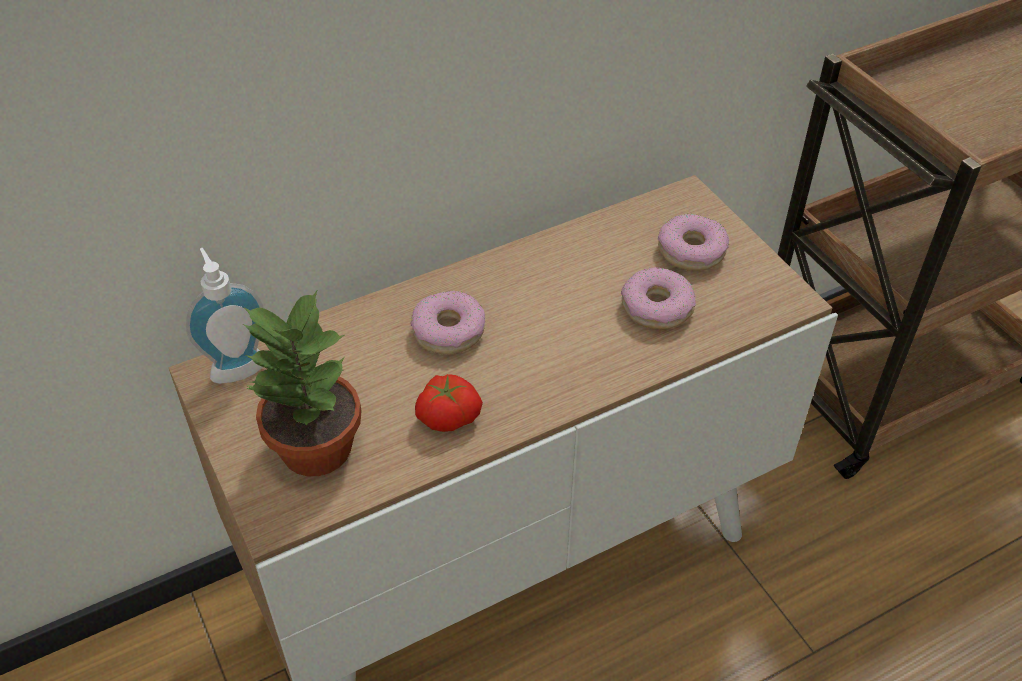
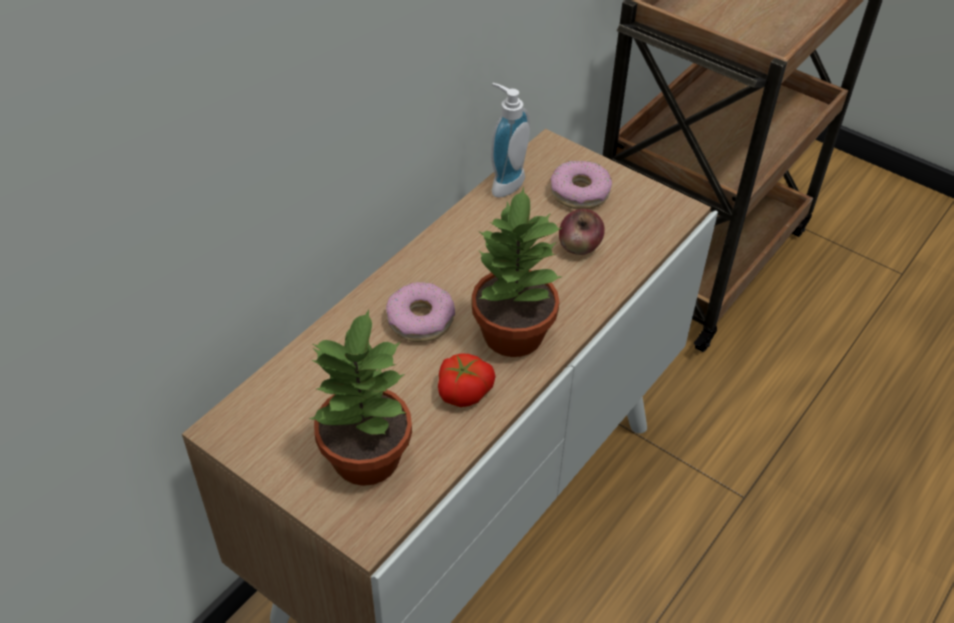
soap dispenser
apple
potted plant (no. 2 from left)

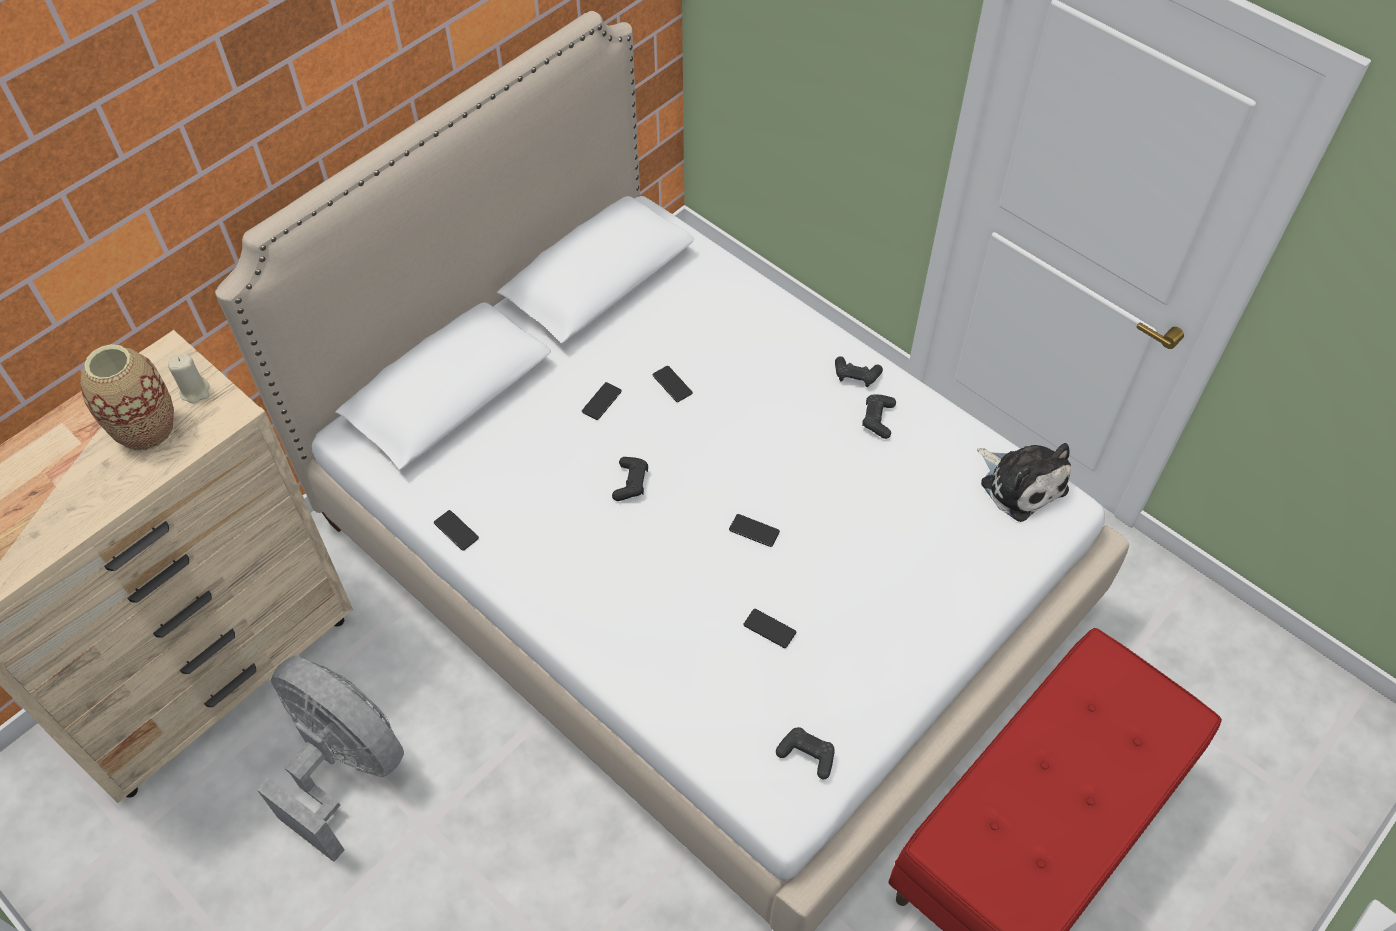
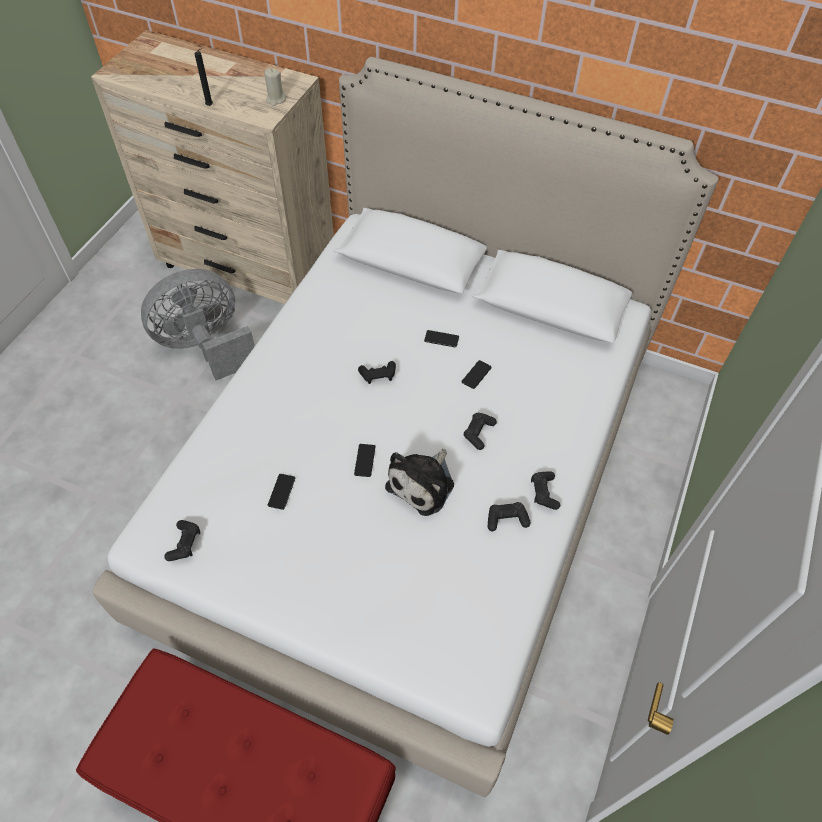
vase
plush toy
phone (no. 1 from left in the first image)
grey fan
black candle
black game controller (no. 3 from left)

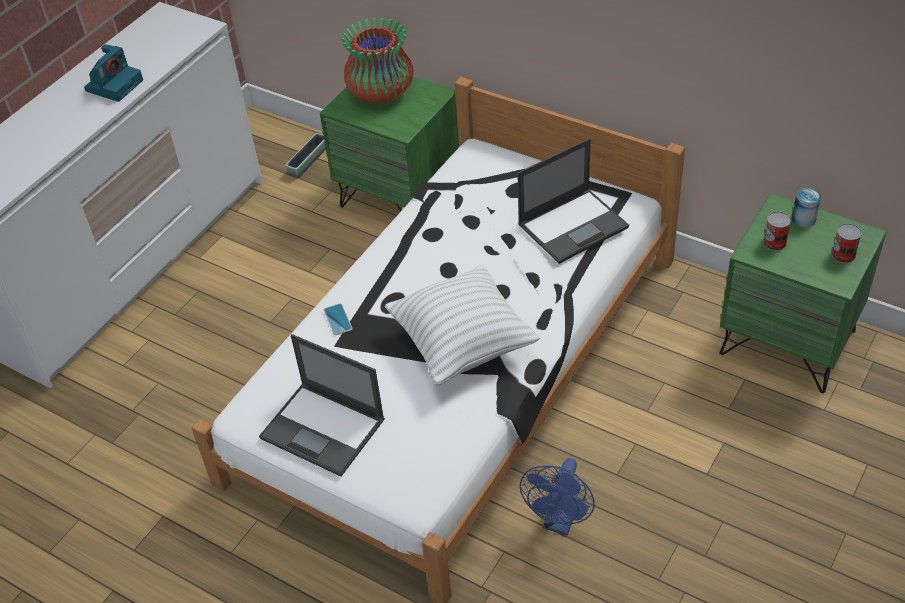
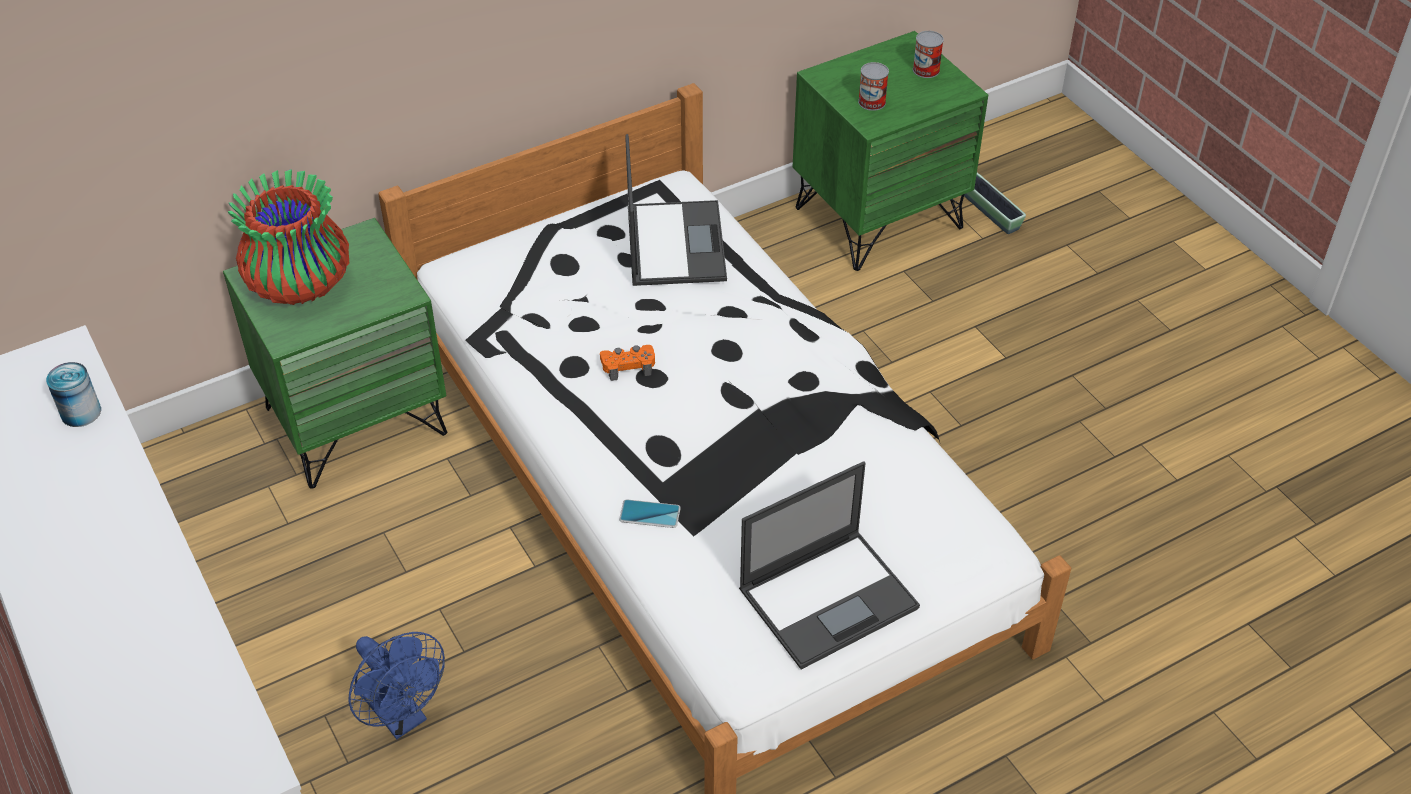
photo camera
planter
can (no. 1 from left)
white pillow
blue fan
orange game controller

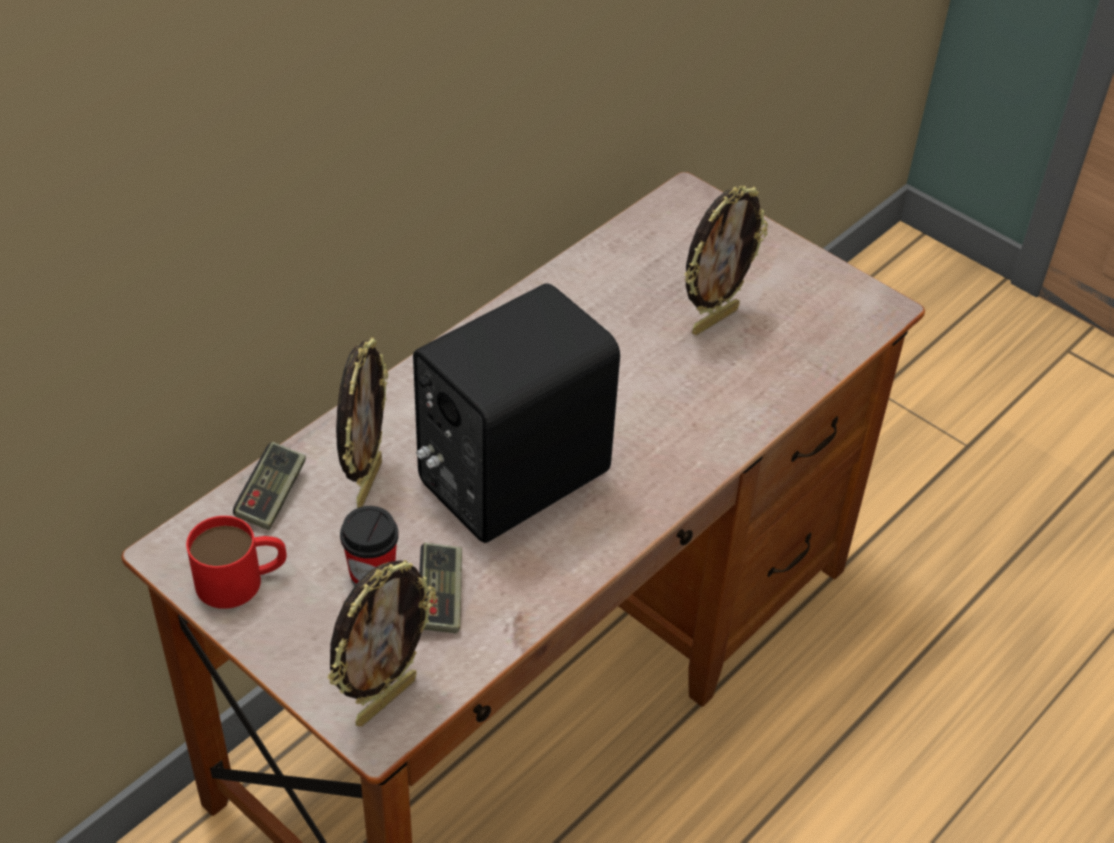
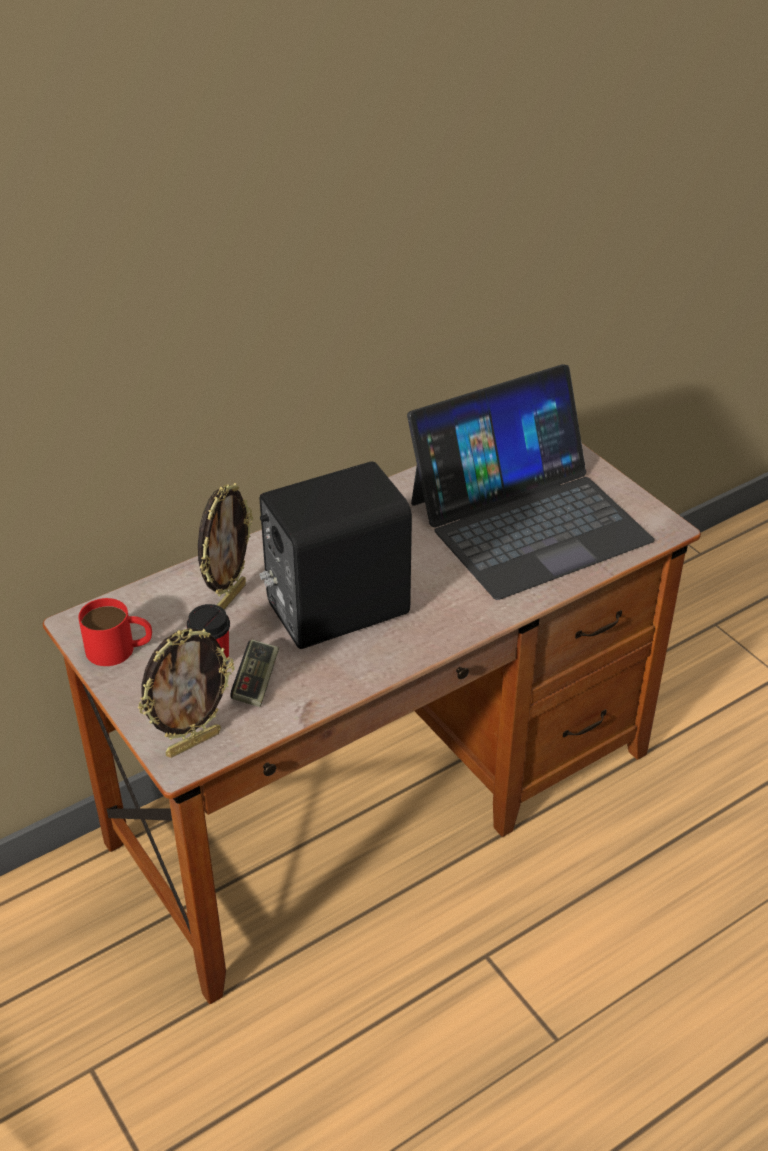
laptop
game controller (no. 1 from left in the first image)

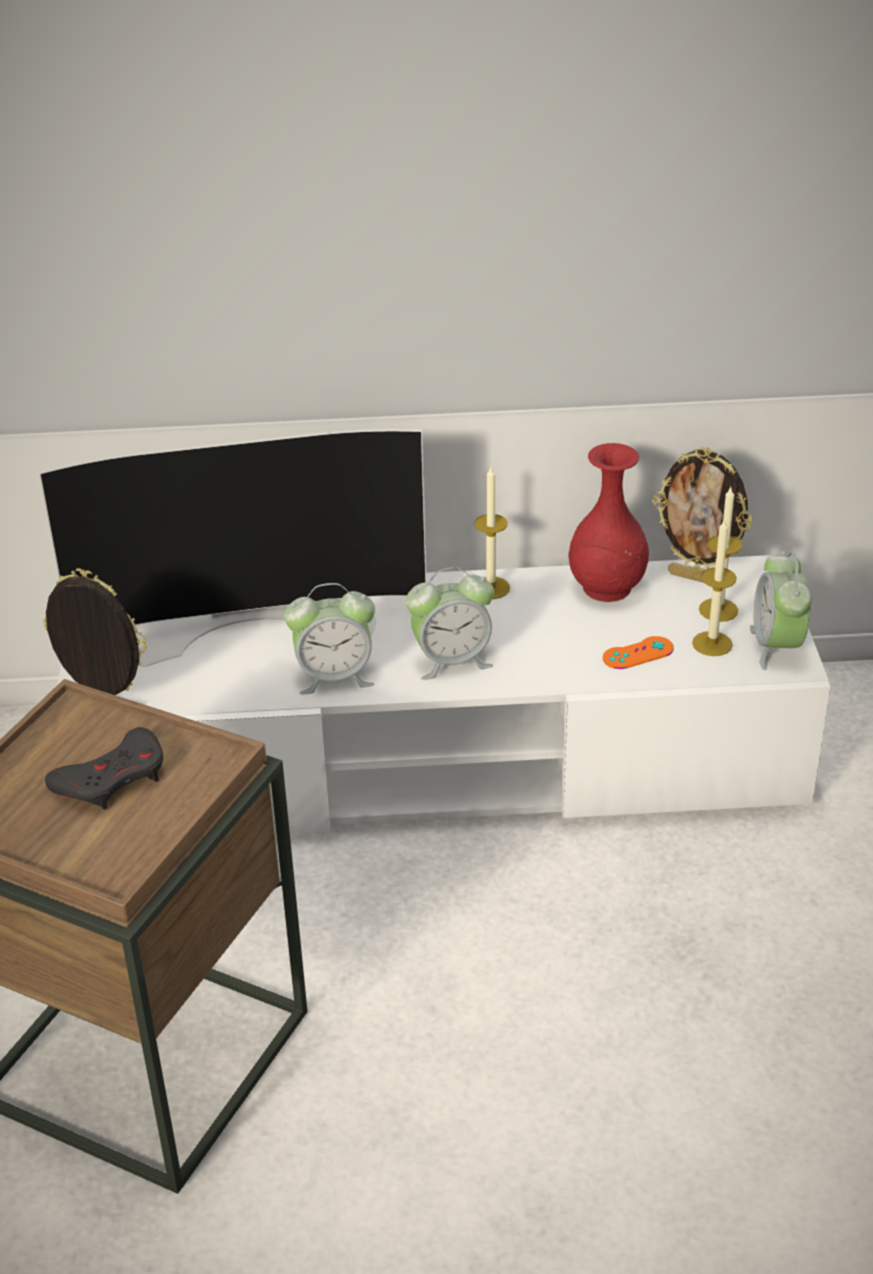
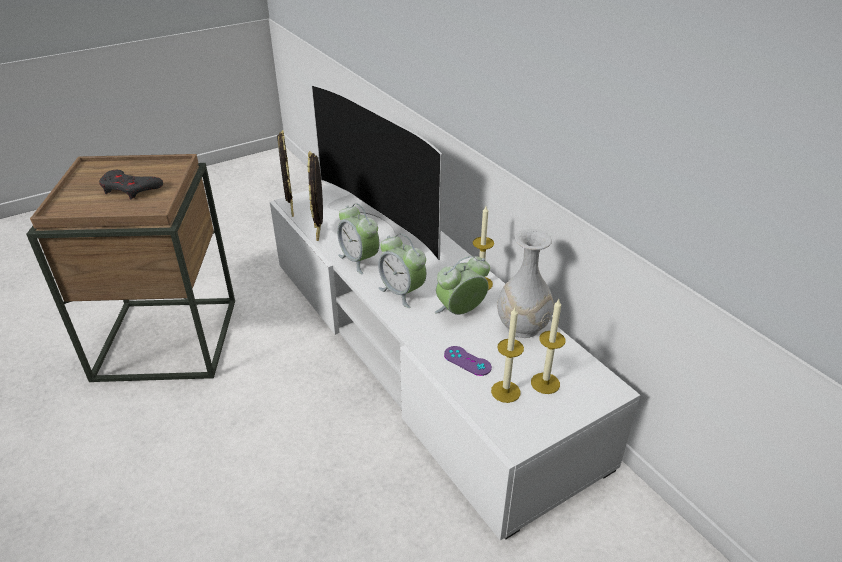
white vase
picture frame (no. 2 from left)
alarm clock (no. 3 from left)
purple game controller

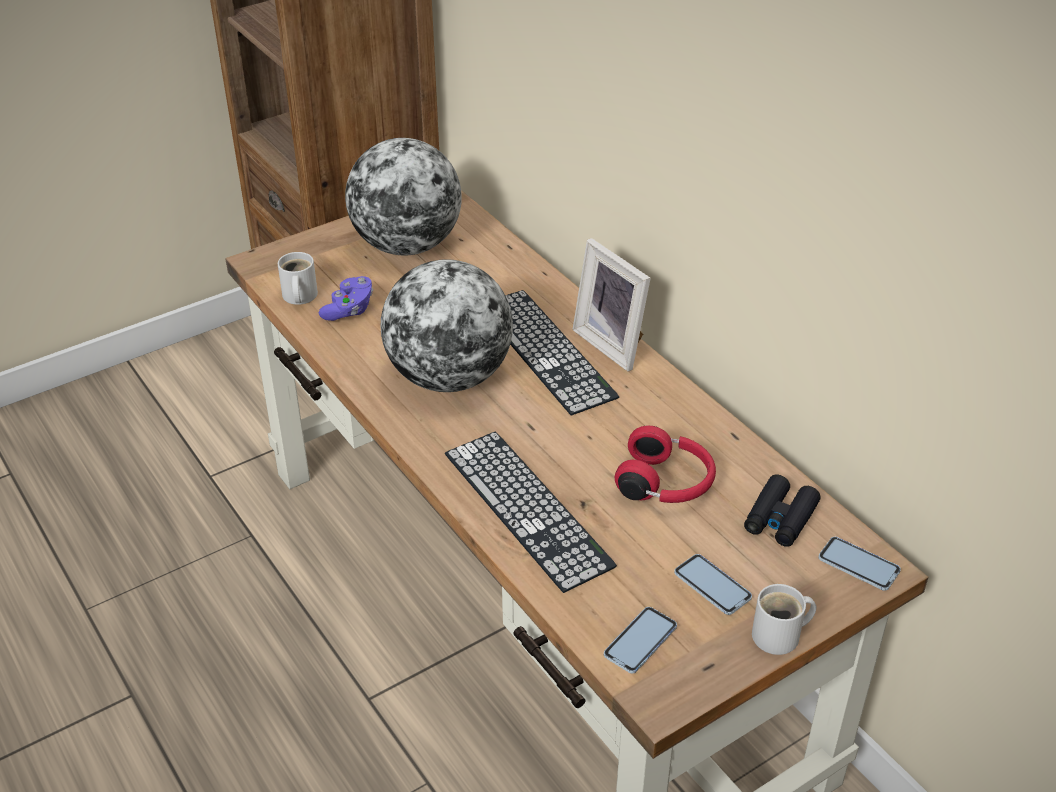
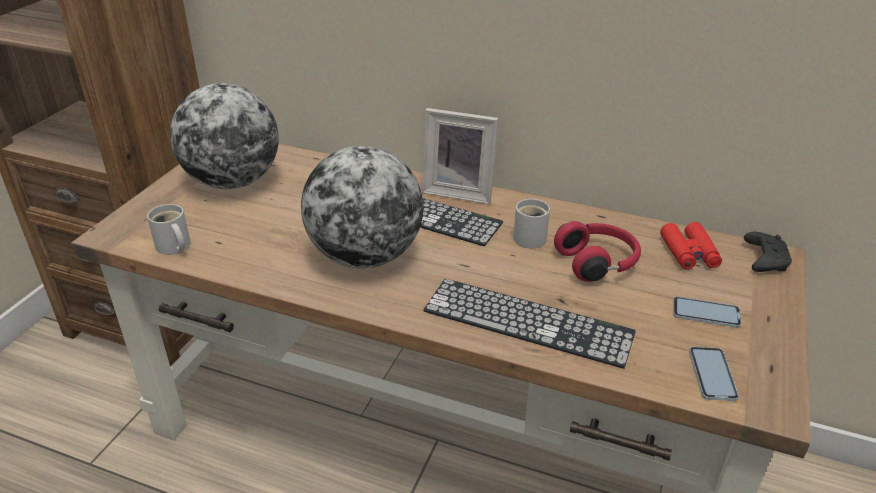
purple game controller
red binoculars
black game controller
white mug (no. 2 from left)

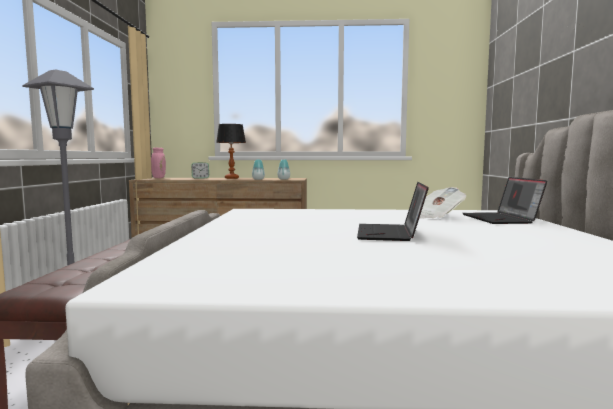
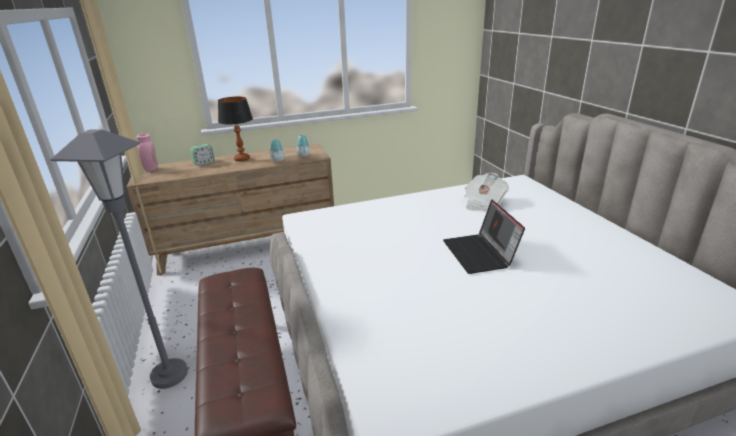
laptop (no. 2 from left in the first image)

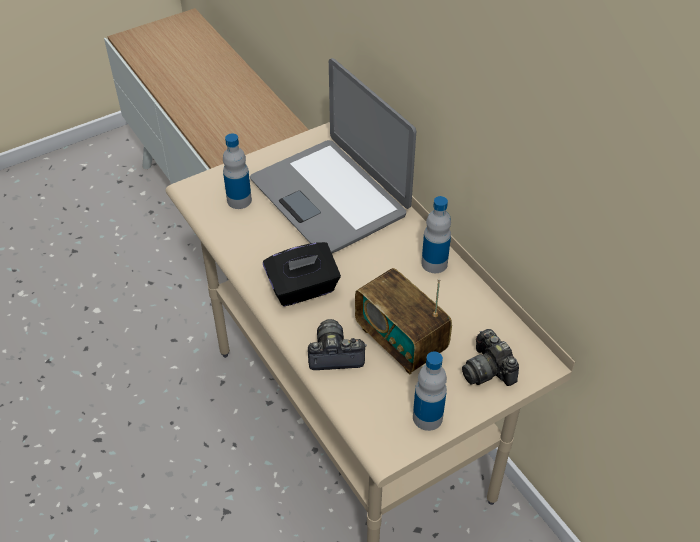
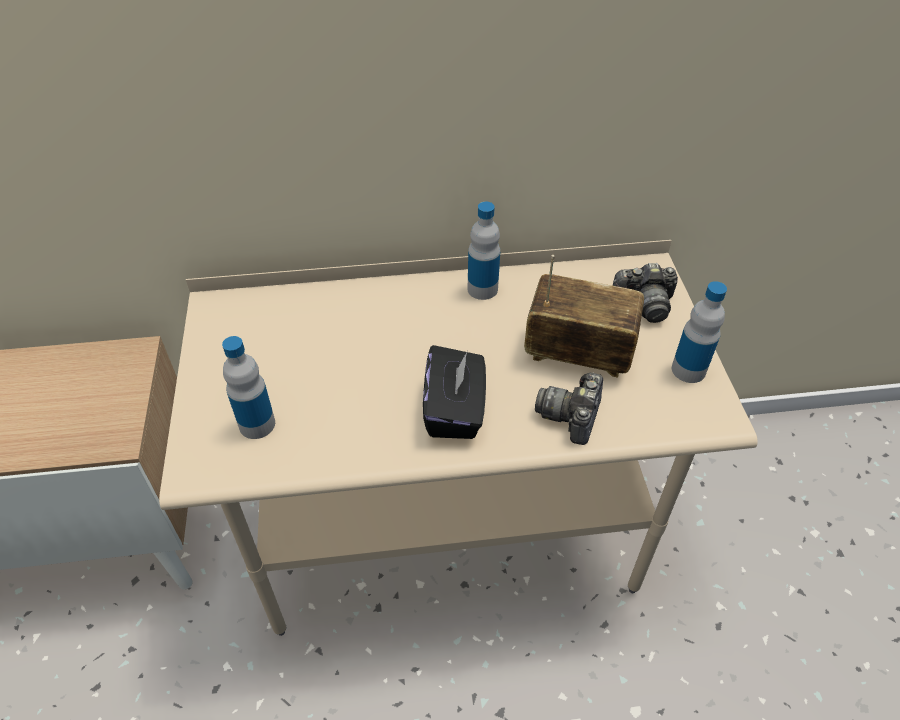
laptop
radio

